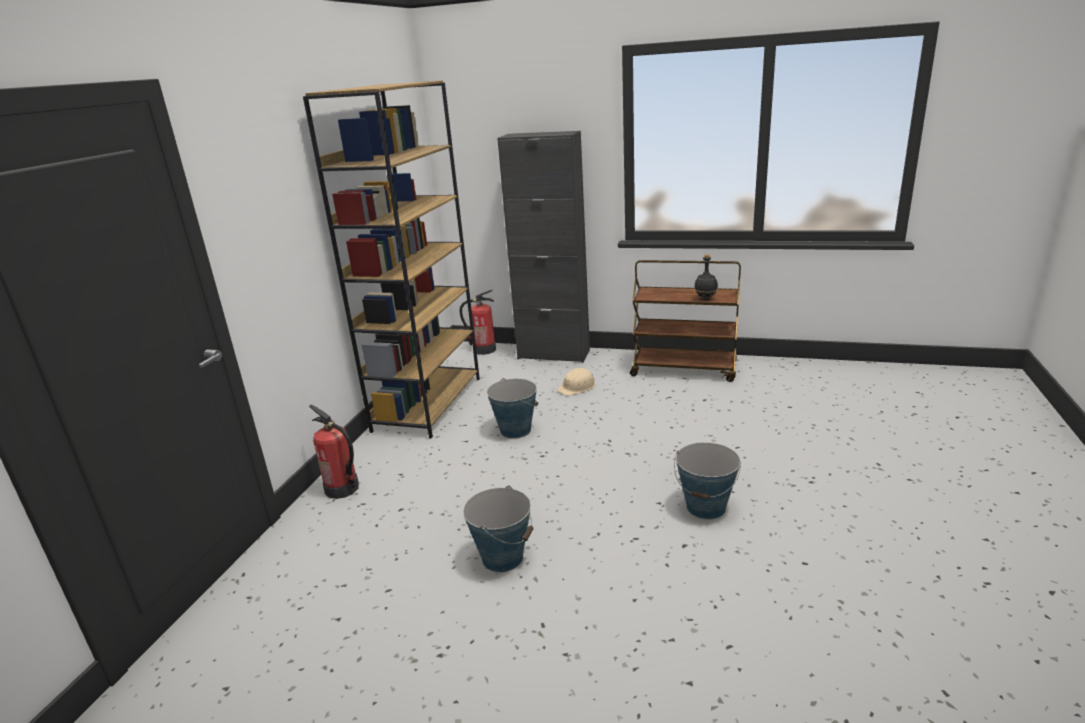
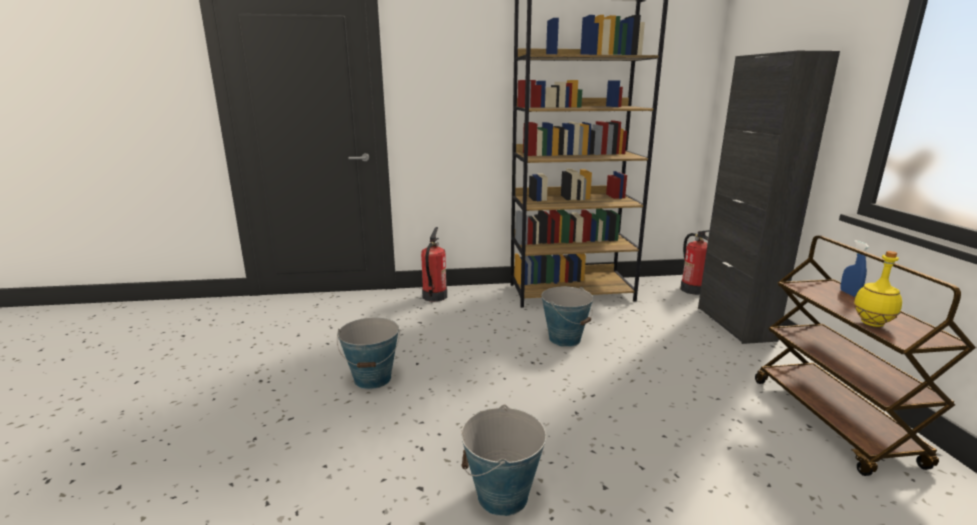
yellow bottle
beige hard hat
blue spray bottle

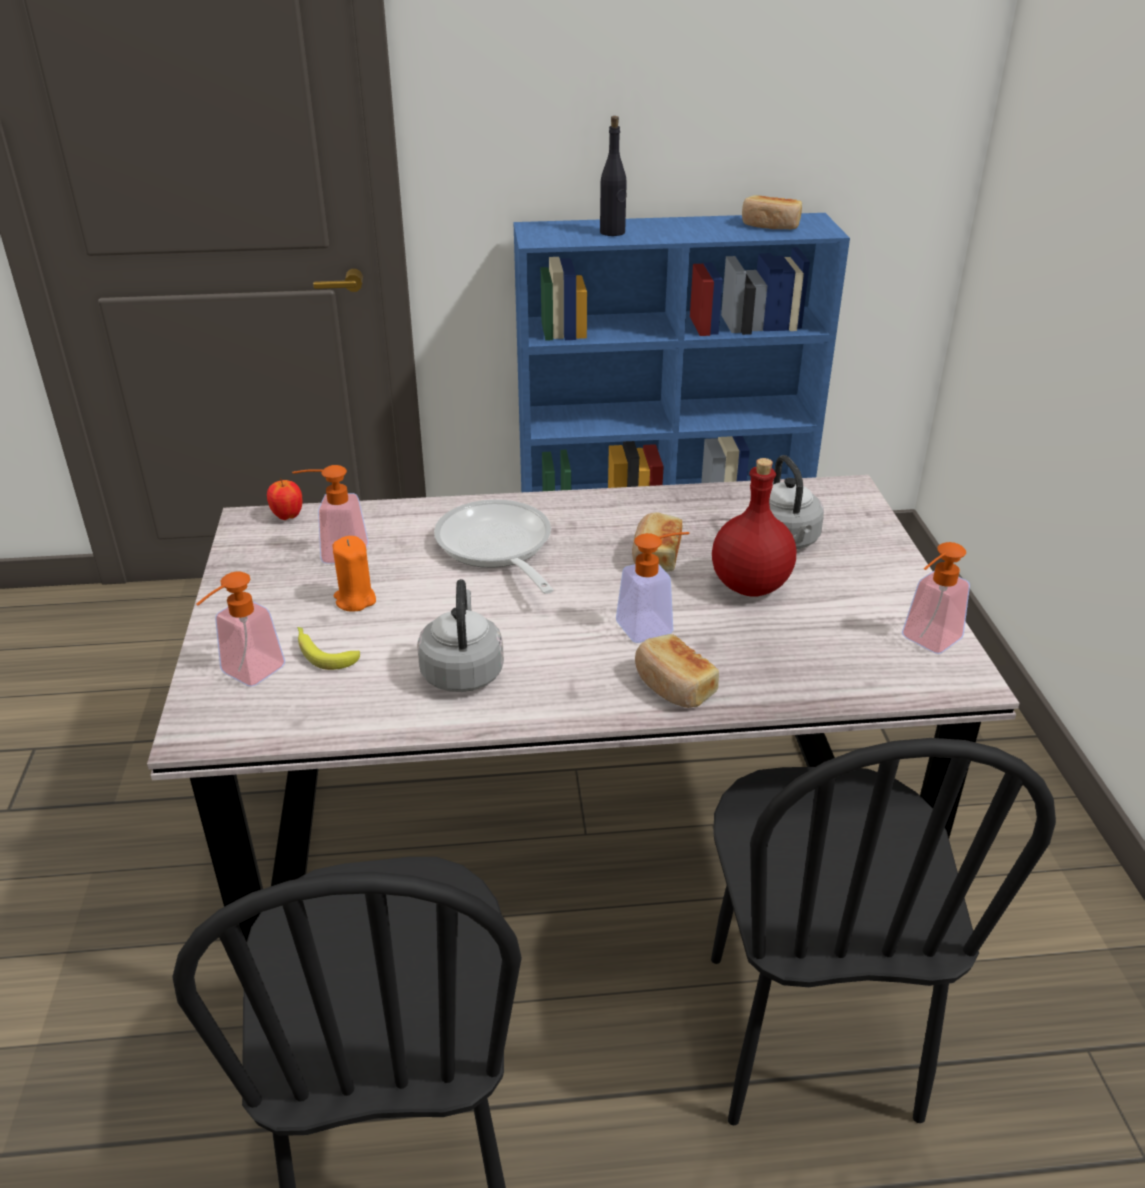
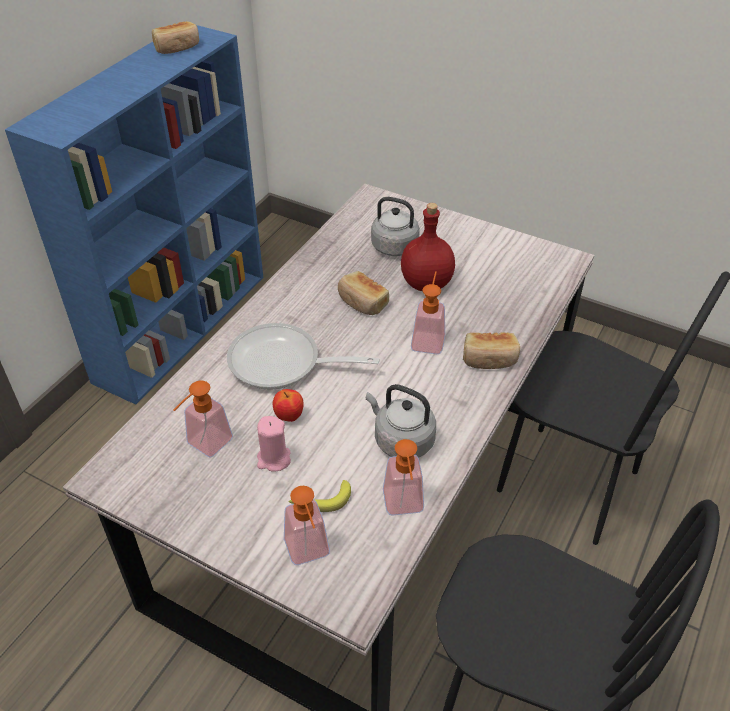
black bottle
apple
pink candle
soap dispenser (no. 3 from left)

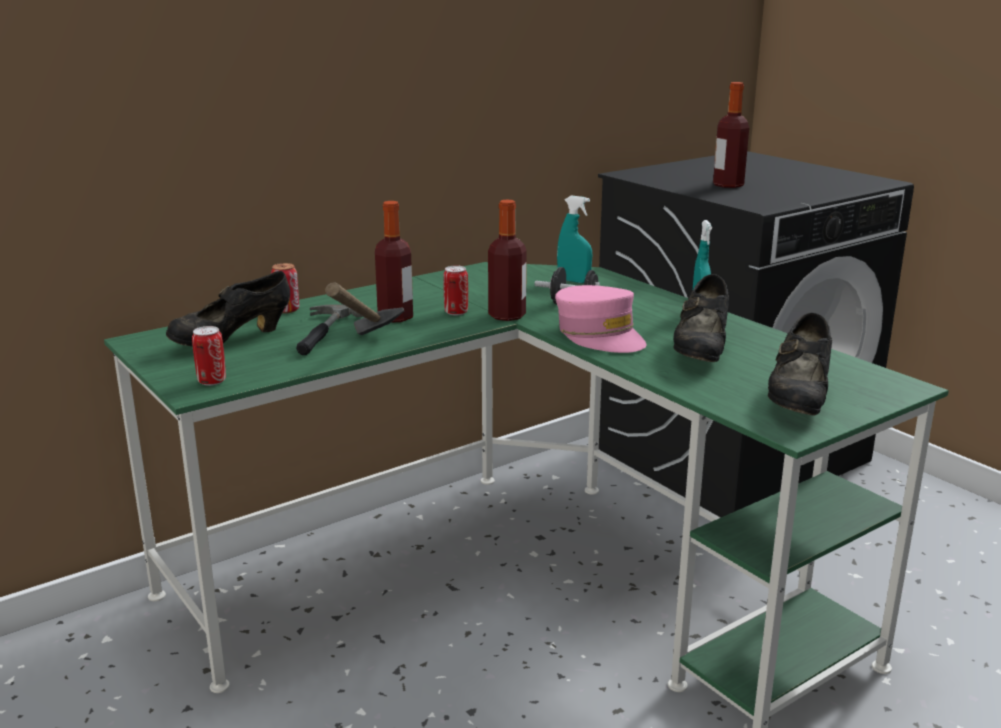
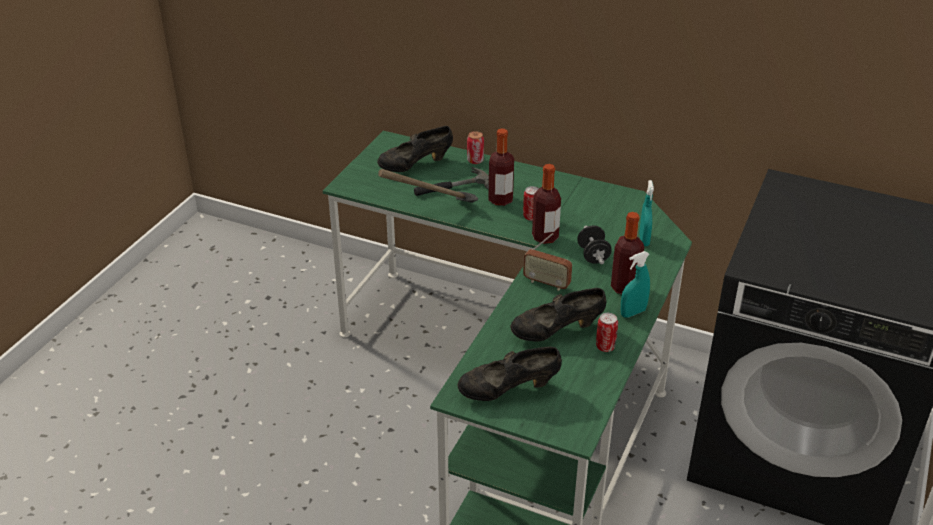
bottle (no. 3 from left)
black shoe (no. 1 from left)
radio
can (no. 3 from left)

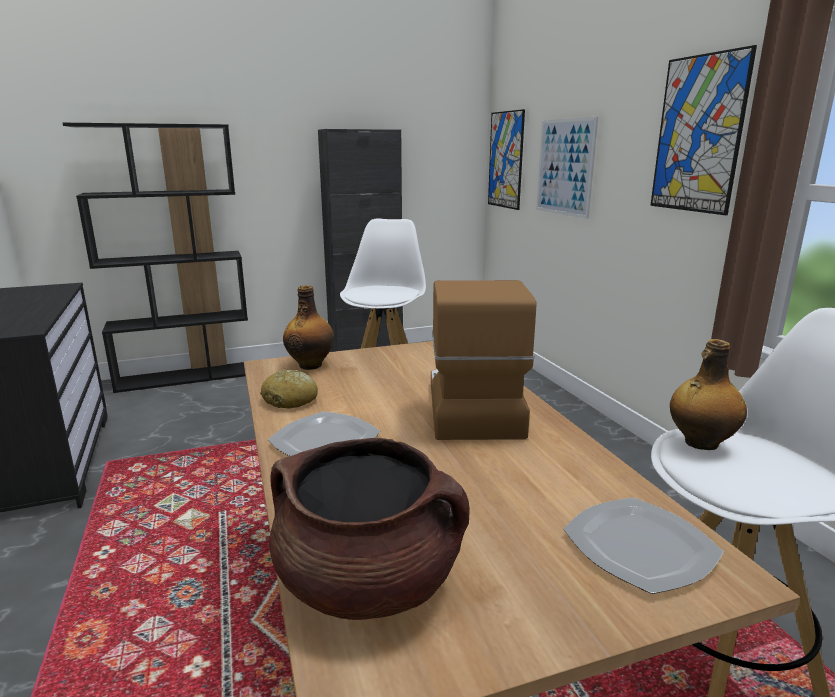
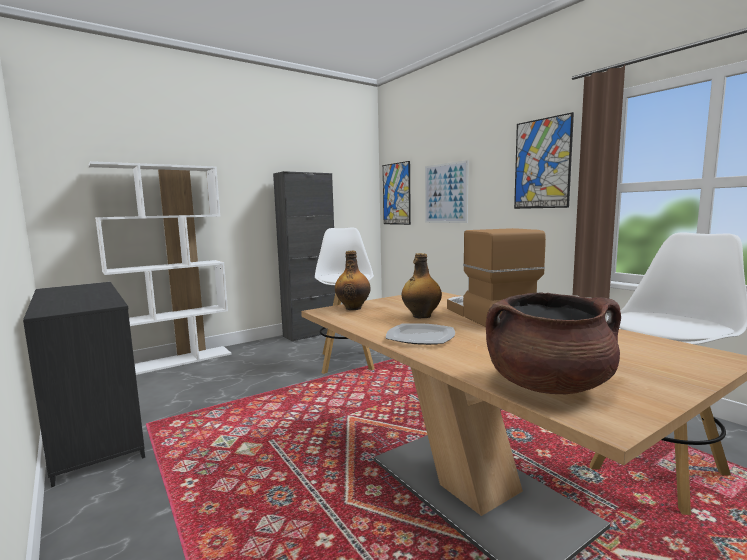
white bookcase
bottle (no. 2 from left)
bread
plate (no. 2 from left in the first image)

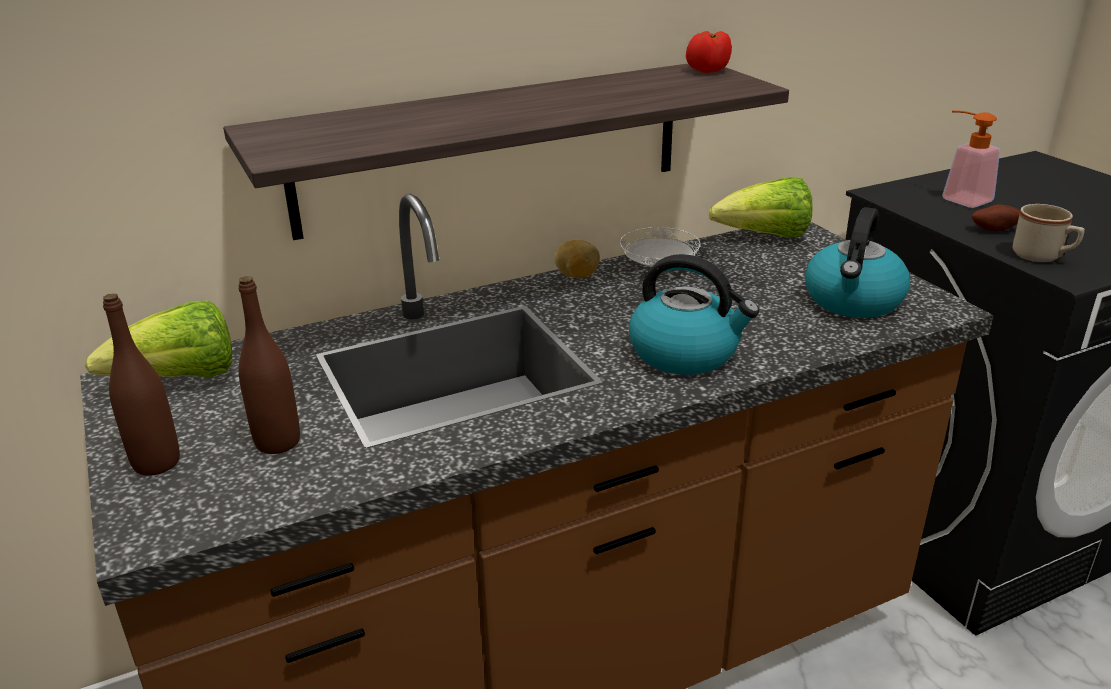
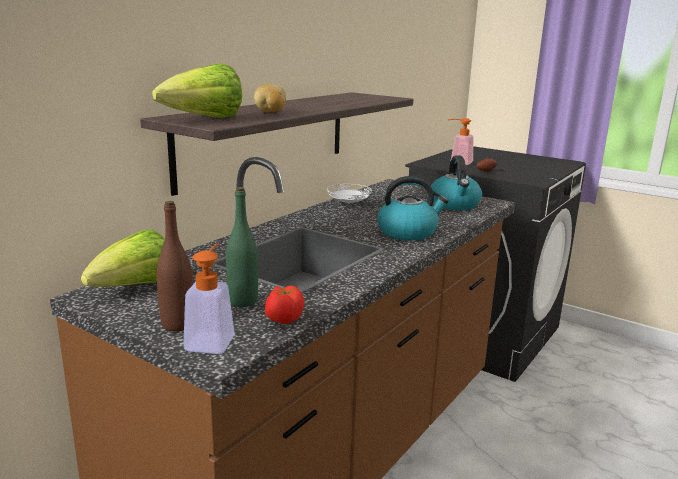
tomato
lettuce (no. 2 from left)
beige mug
potato (no. 1 from left)
green bottle
soap dispenser (no. 1 from left)

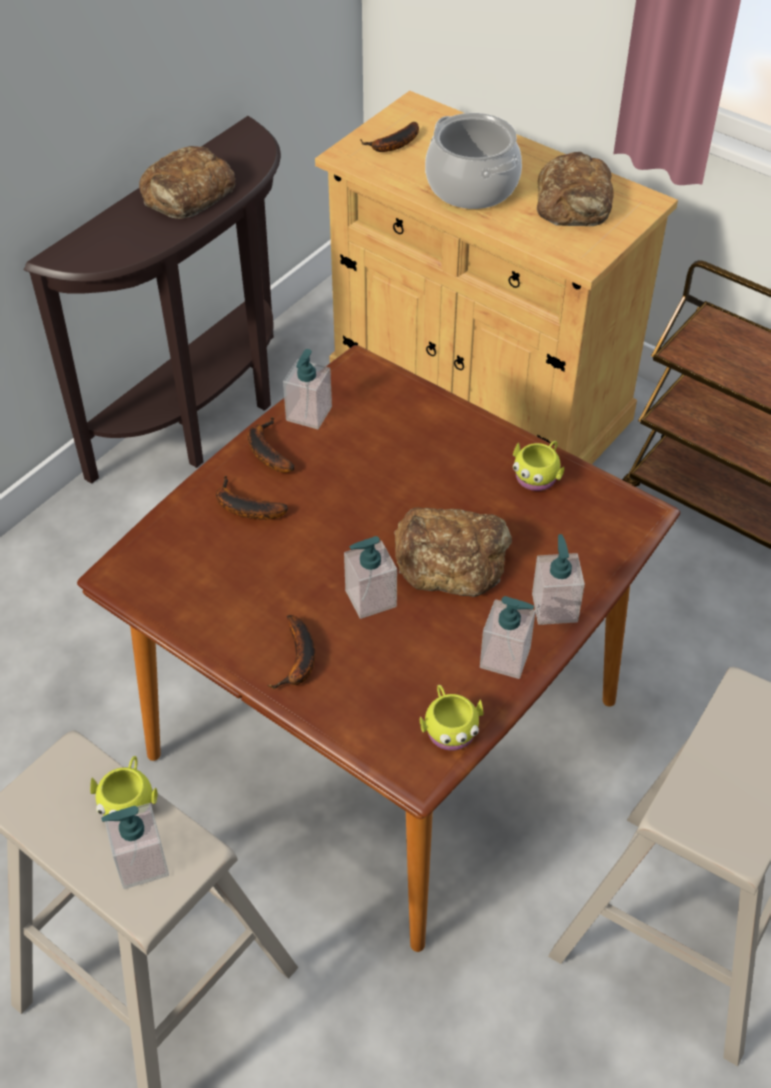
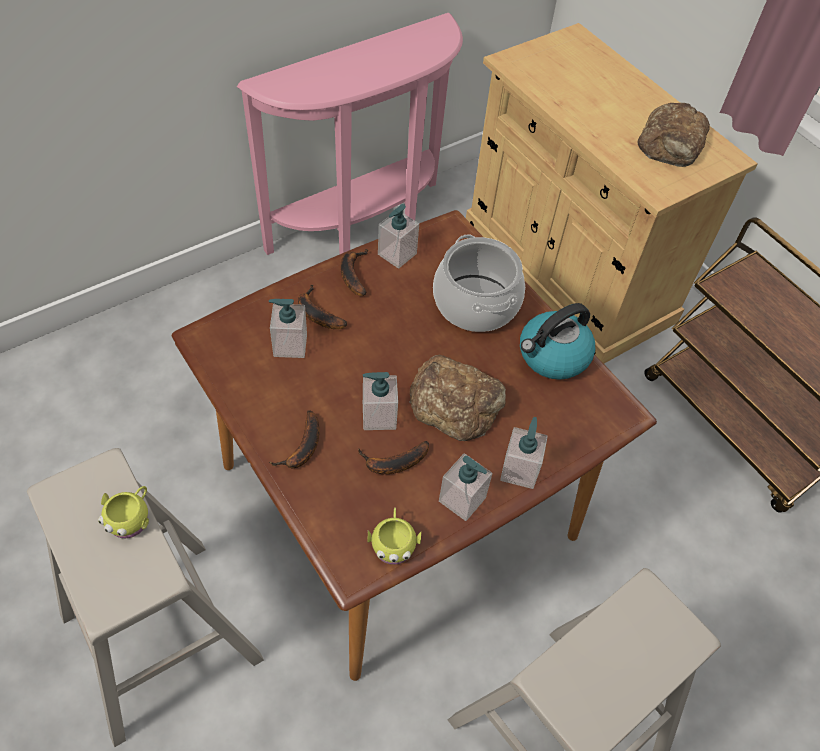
cooking pot
pink console table
banana (no. 4 from left)
bread (no. 1 from left in the first image)
kettle
soap dispenser (no. 1 from left)

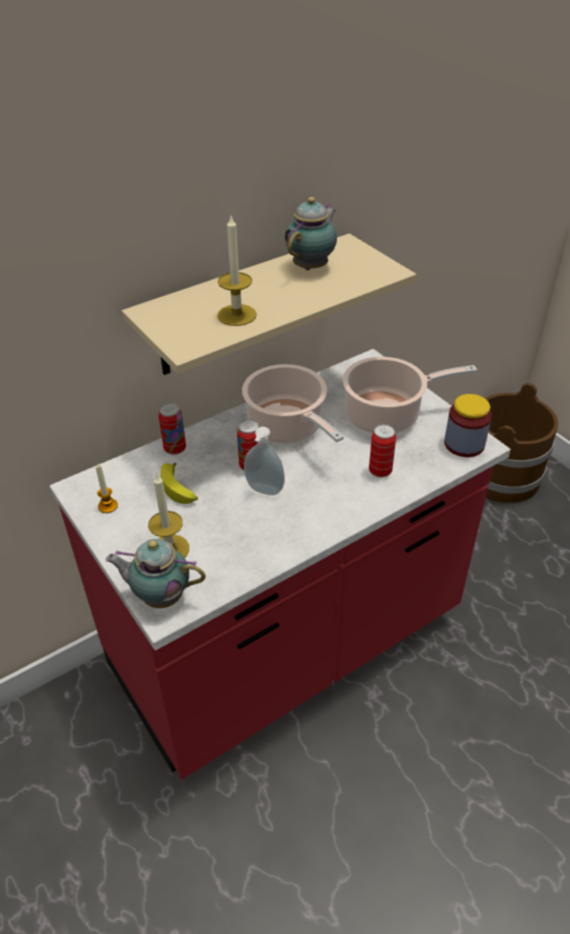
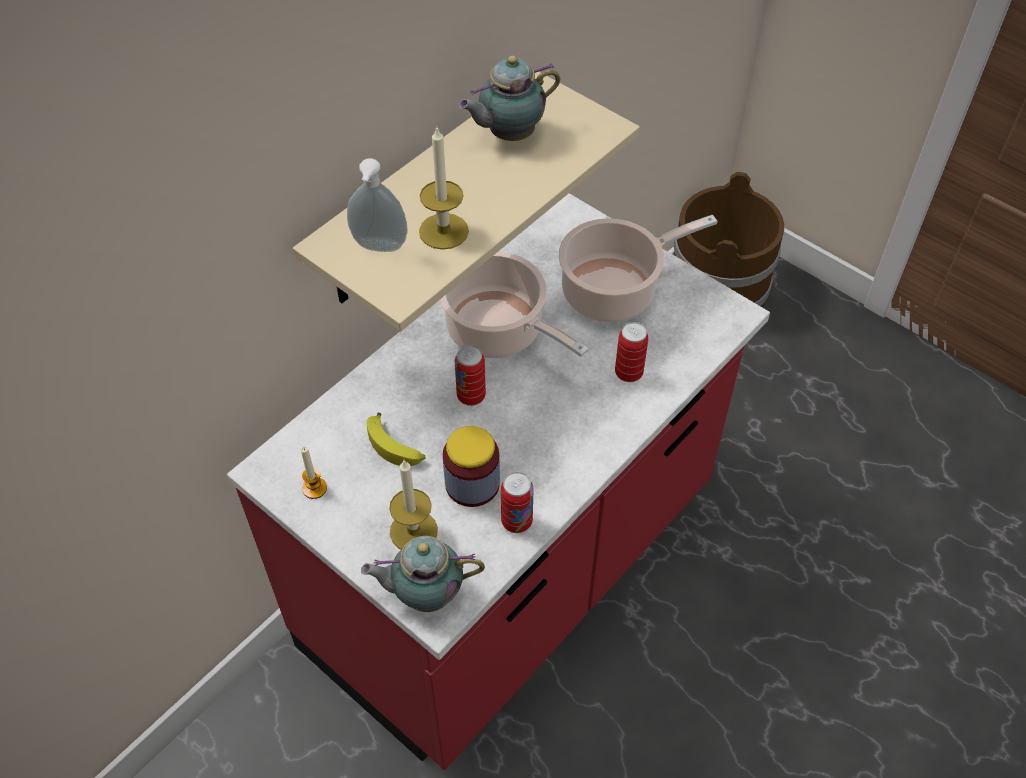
teapot (no. 2 from left)
jar
can (no. 2 from left)
soap dispenser

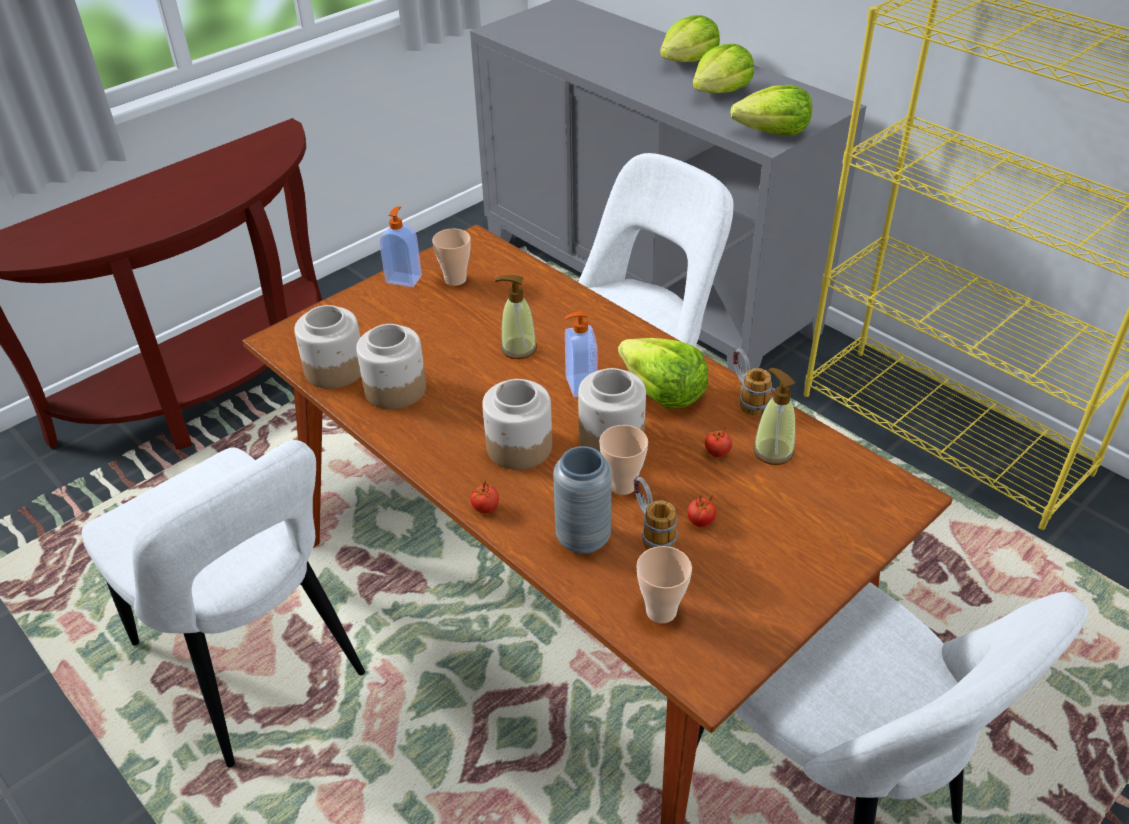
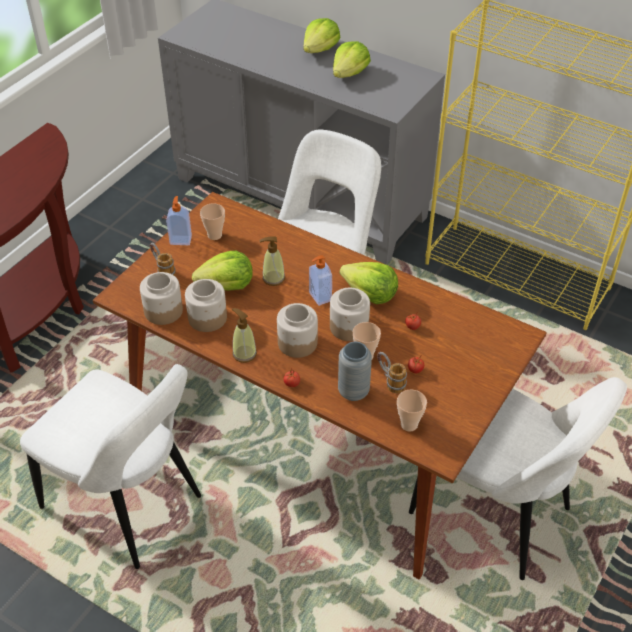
lettuce (no. 1 from left)
mug (no. 1 from left)
soap dispenser (no. 2 from left)

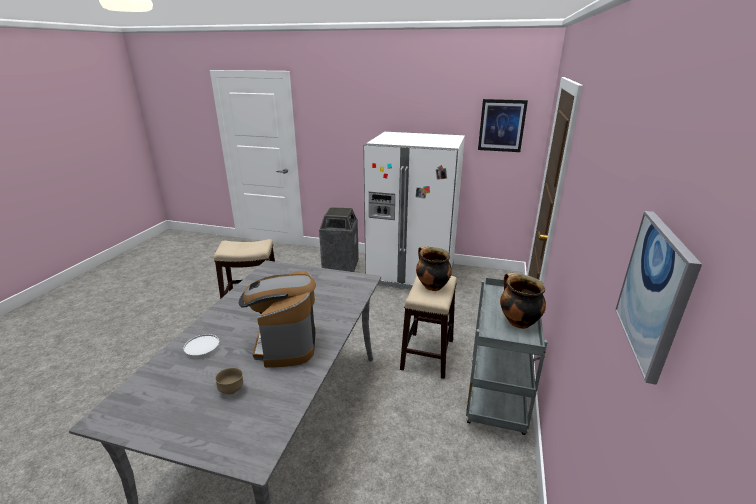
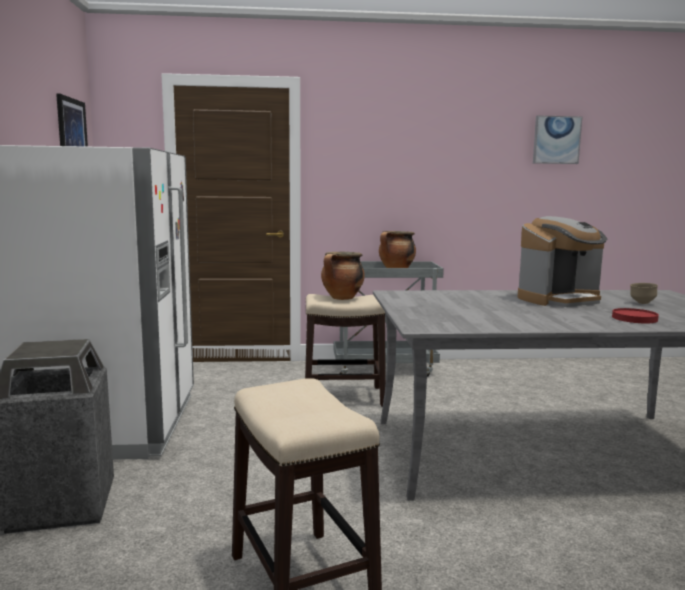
red plate

